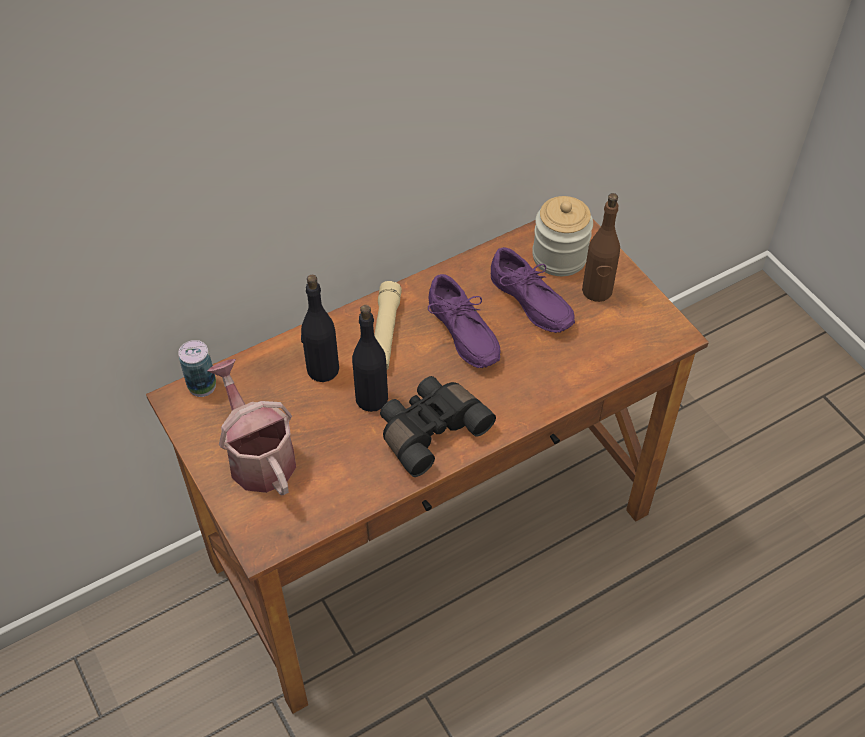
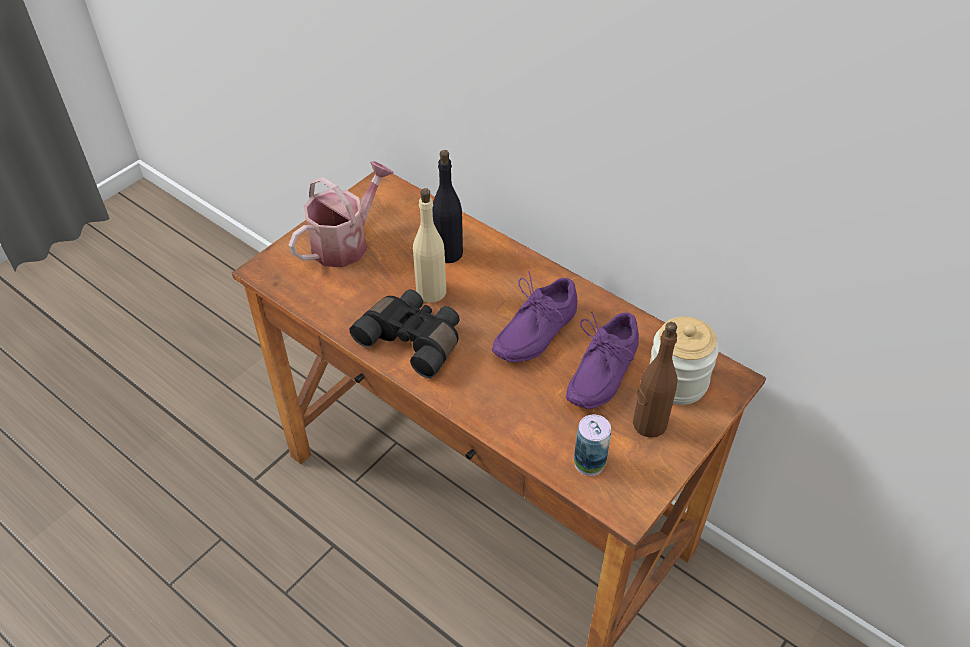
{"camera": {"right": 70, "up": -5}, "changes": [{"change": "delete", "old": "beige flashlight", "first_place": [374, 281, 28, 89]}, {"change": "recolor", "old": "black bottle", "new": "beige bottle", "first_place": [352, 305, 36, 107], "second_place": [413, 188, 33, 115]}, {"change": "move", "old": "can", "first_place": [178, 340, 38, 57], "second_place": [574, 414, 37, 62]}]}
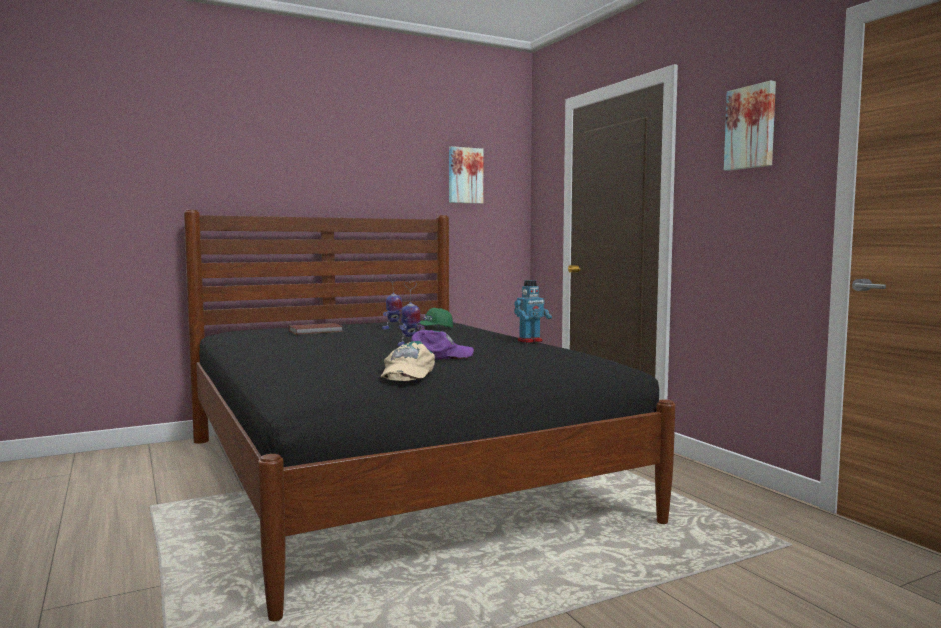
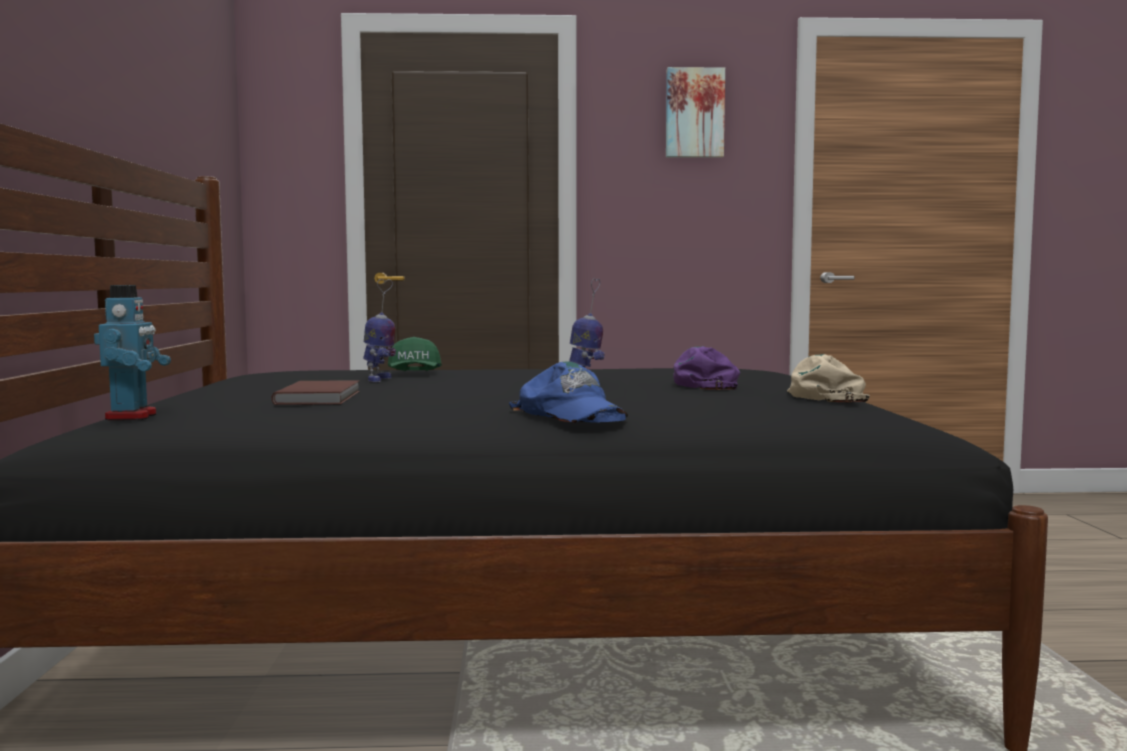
{"camera": {"right": -65, "up": 0}, "changes": [{"change": "delete", "old": "picture", "first_place": [449, 146, 35, 58]}, {"change": "move", "old": "toy robot", "first_place": [514, 280, 38, 63], "second_place": [94, 285, 77, 135]}, {"change": "rotate", "old": "beige cap", "first_place": [380, 341, 55, 40], "second_place": [787, 354, 83, 48], "degrees": -120}, {"change": "insert", "new": "blue cap", "second_place": [509, 362, 119, 60]}]}
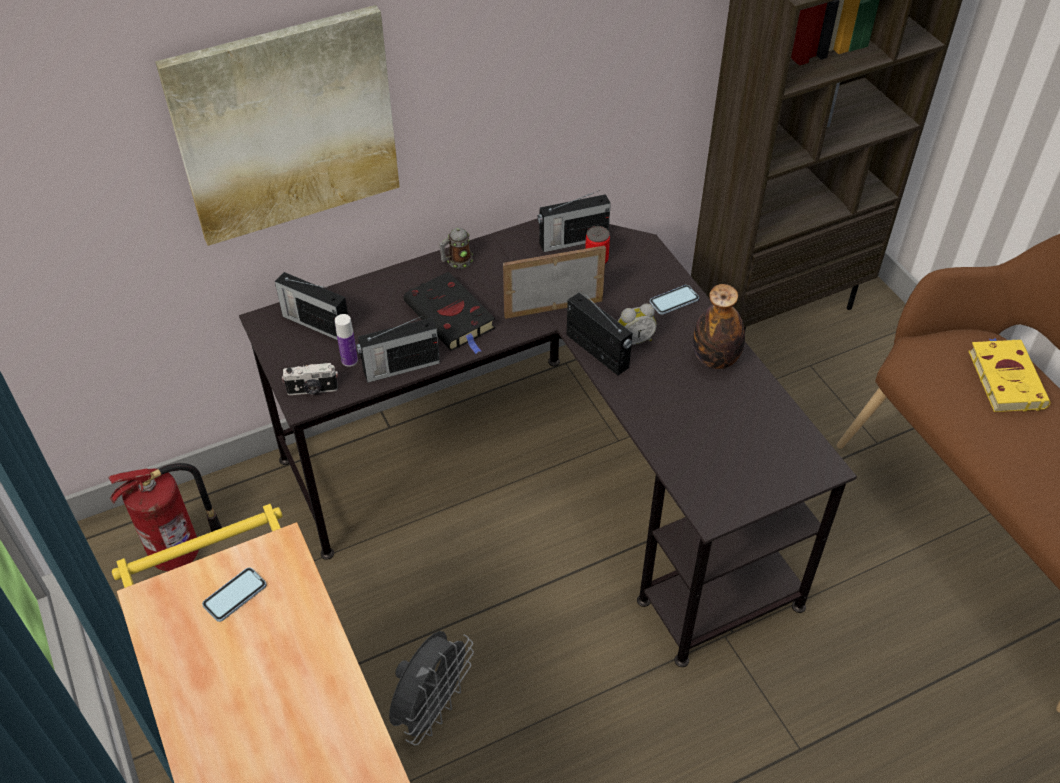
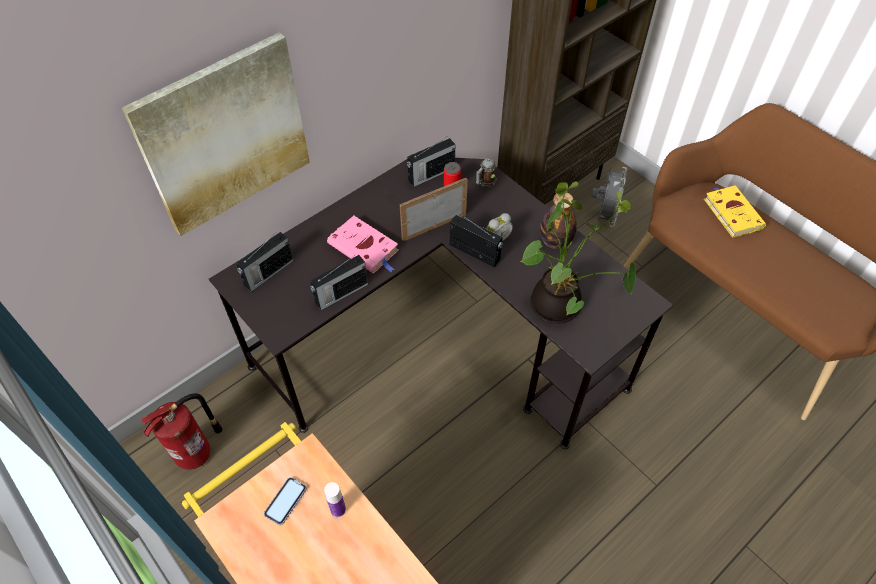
{"camera": {"right": -15, "up": 5}, "changes": [{"change": "move", "old": "mug", "first_place": [439, 227, 34, 42], "second_place": [476, 158, 21, 29]}, {"change": "rotate", "old": "radio", "first_place": [275, 272, 73, 68], "second_place": [236, 232, 57, 60], "degrees": -60}, {"change": "recolor", "old": "black book", "new": "pink book", "first_place": [404, 272, 91, 82], "second_place": [327, 215, 72, 59]}, {"change": "delete", "old": "phone", "first_place": [650, 285, 49, 30]}, {"change": "move", "old": "bottle", "first_place": [335, 314, 23, 53], "second_place": [324, 482, 22, 35]}, {"change": "delete", "old": "photo camera", "first_place": [282, 363, 56, 32]}, {"change": "move", "old": "grey fan", "first_place": [389, 631, 85, 115], "second_place": [591, 167, 36, 60]}, {"change": "insert", "new": "potted plant", "second_place": [521, 182, 115, 142]}]}
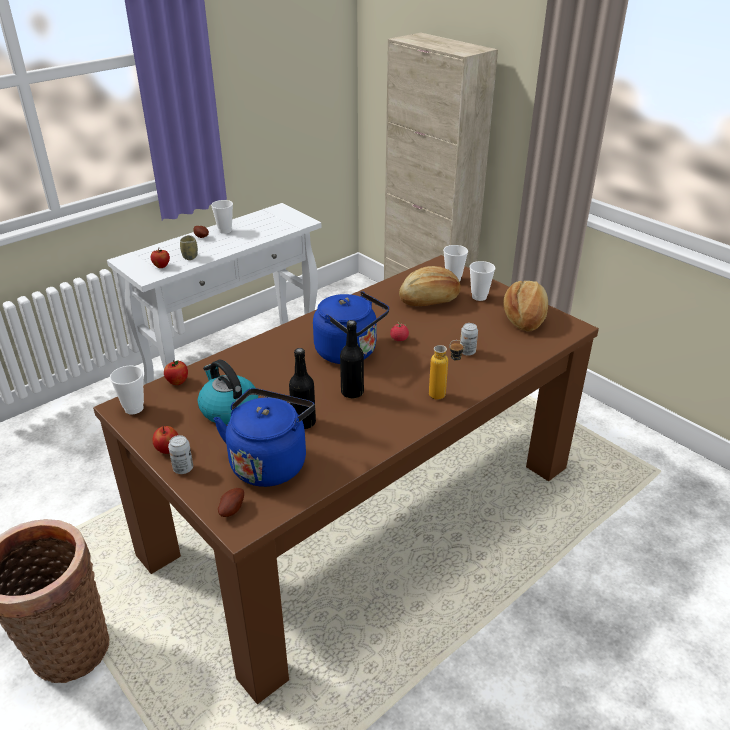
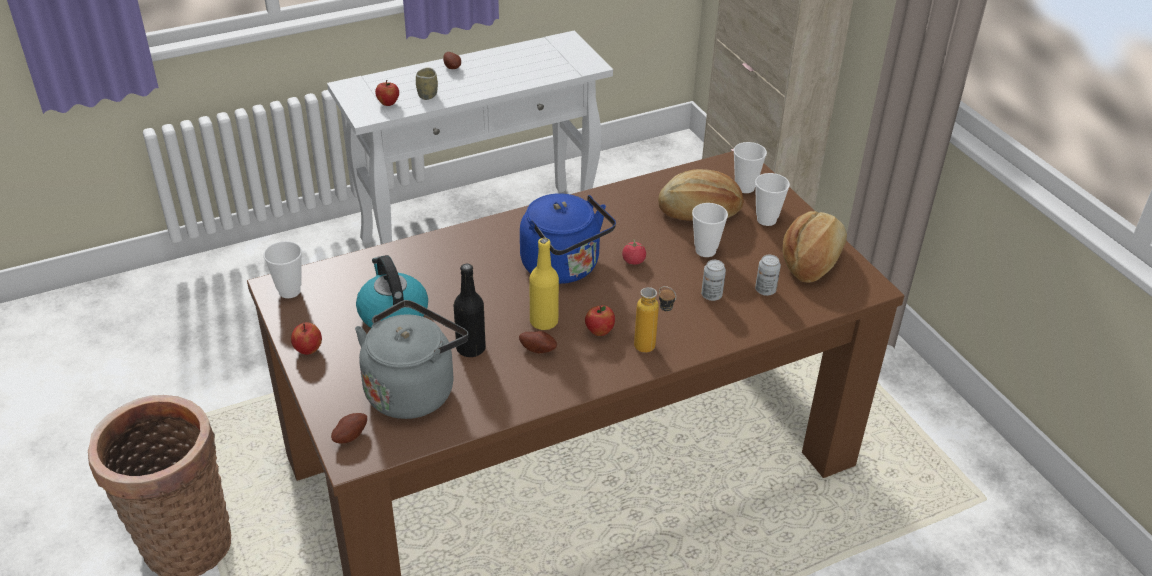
{"camera": {"right": 15, "up": 5}, "changes": [{"change": "move", "old": "cup", "first_place": [211, 200, 22, 34], "second_place": [692, 203, 36, 54]}, {"change": "recolor", "old": "black bottle", "new": "yellow bottle", "first_place": [340, 320, 24, 79], "second_place": [529, 238, 30, 92]}, {"change": "move", "old": "apple", "first_place": [164, 360, 24, 25], "second_place": [585, 305, 30, 31]}, {"change": "recolor", "old": "blue kettle", "new": "grey kettle", "first_place": [214, 388, 101, 99], "second_place": [355, 300, 113, 119]}, {"change": "move", "old": "can", "first_place": [168, 435, 25, 39], "second_place": [755, 255, 26, 41]}, {"change": "insert", "new": "potato", "second_place": [519, 331, 38, 23]}]}
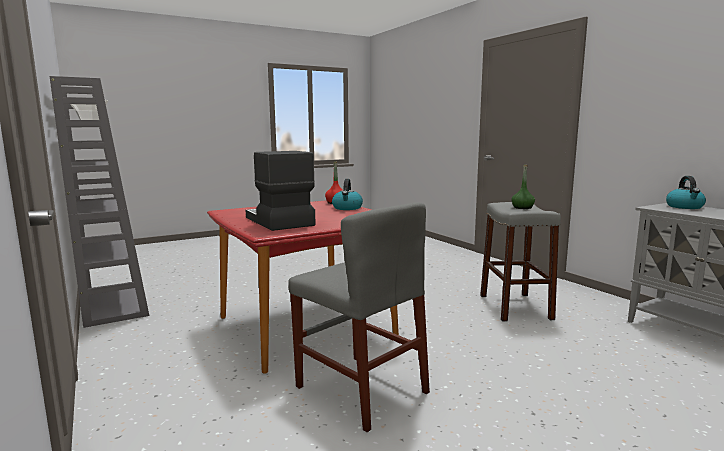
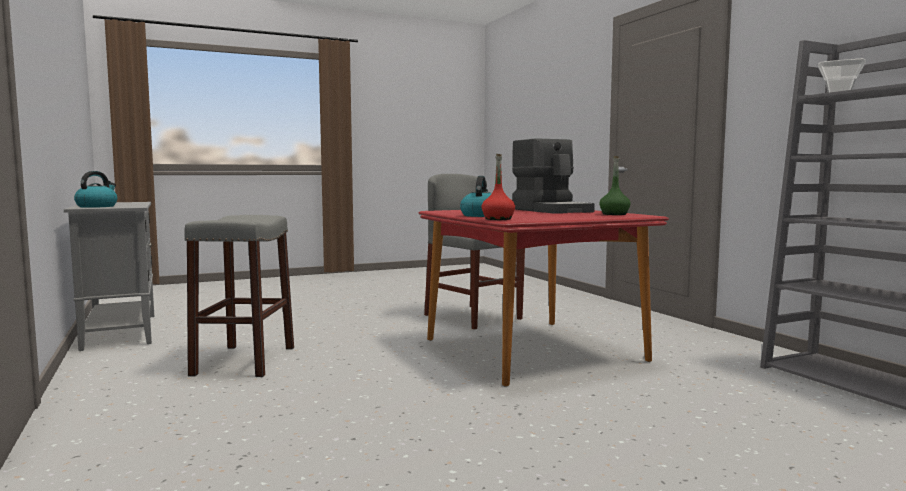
{"camera": {"right": -175, "up": -5}, "changes": [{"change": "move", "old": "green bottle", "first_place": [511, 165, 24, 44], "second_place": [599, 156, 32, 59]}]}
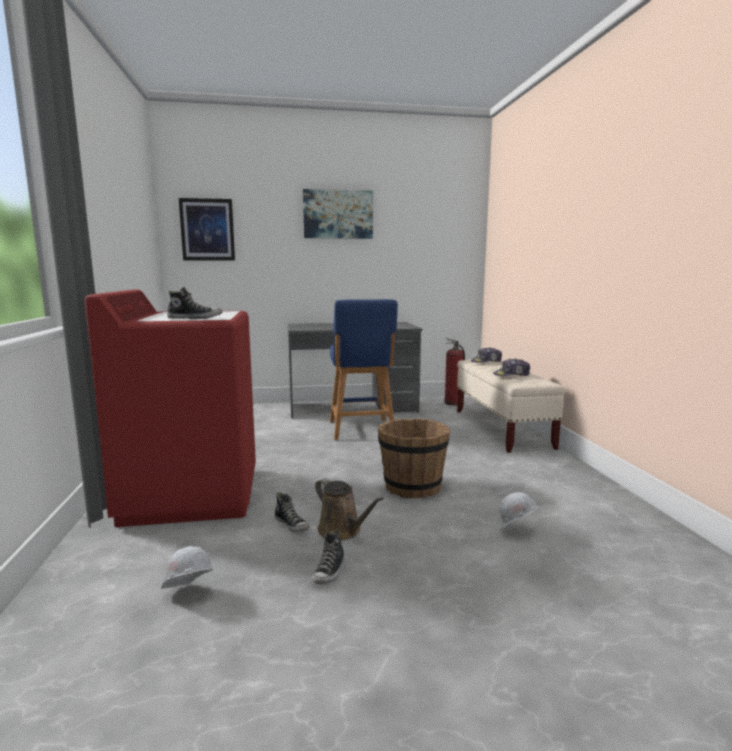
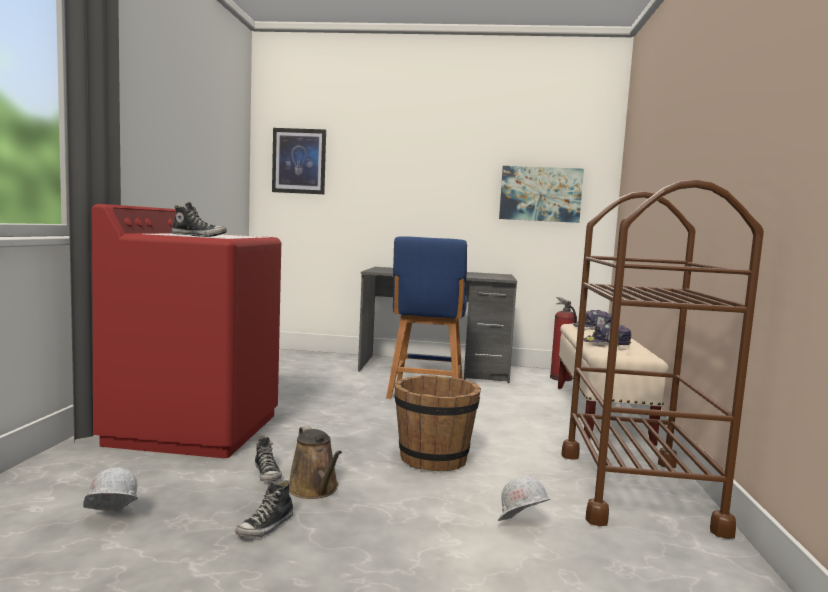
{"camera": {"right": 15, "up": -5}, "changes": [{"change": "move", "old": "picture", "first_place": [303, 189, 70, 50], "second_place": [499, 166, 85, 57]}, {"change": "insert", "new": "brown cart", "second_place": [561, 179, 203, 360]}]}
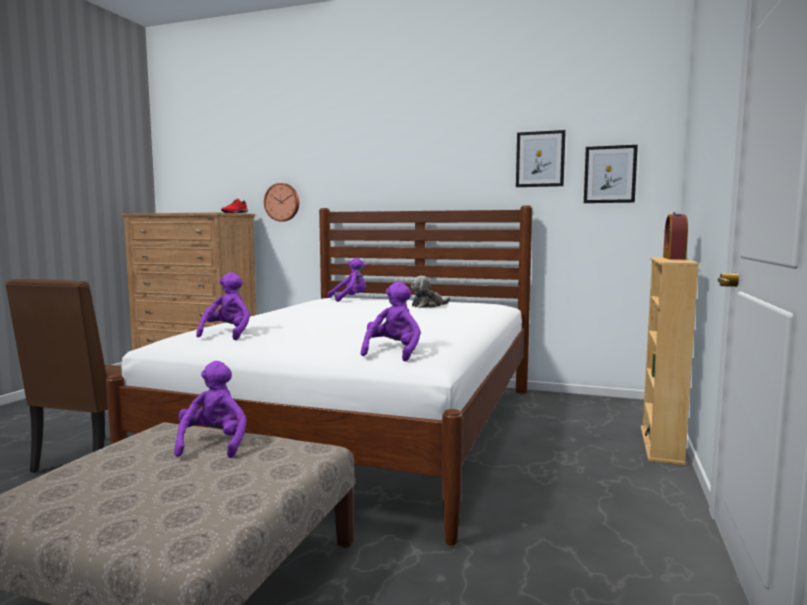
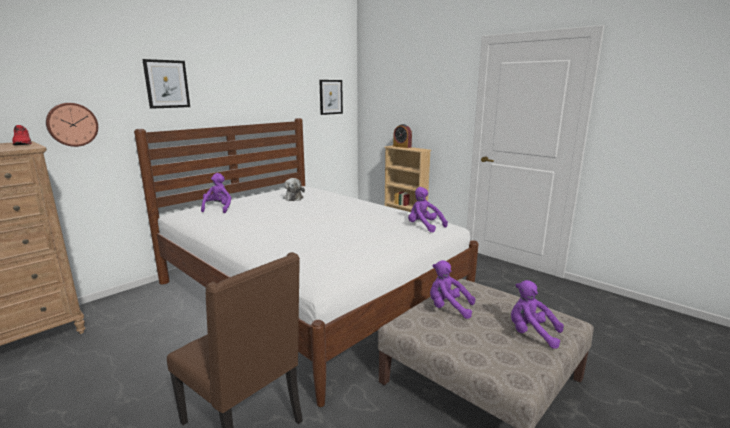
{"camera": {"right": -65, "up": 10}, "changes": [{"change": "move", "old": "picture", "first_place": [516, 130, 50, 57], "second_place": [142, 59, 48, 50]}, {"change": "move", "old": "purple plush toy", "first_place": [196, 272, 54, 68], "second_place": [511, 280, 53, 69]}]}
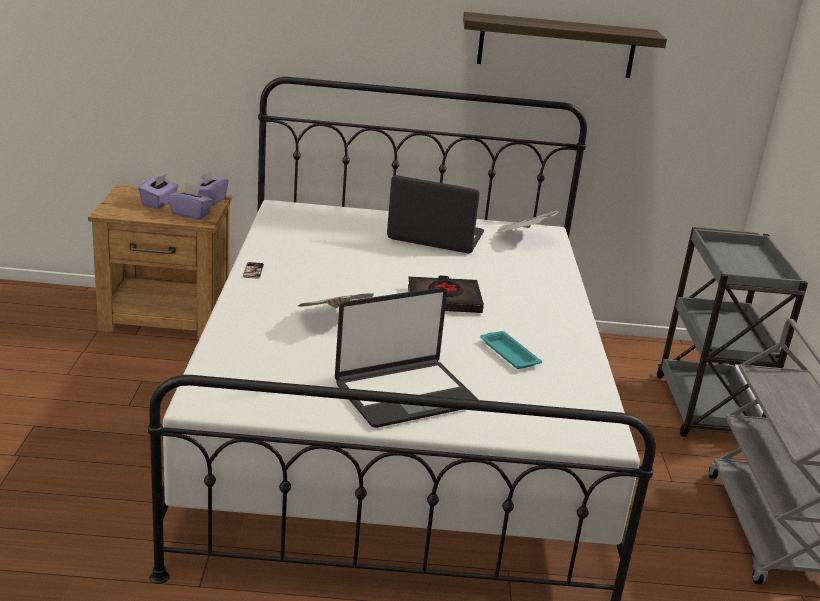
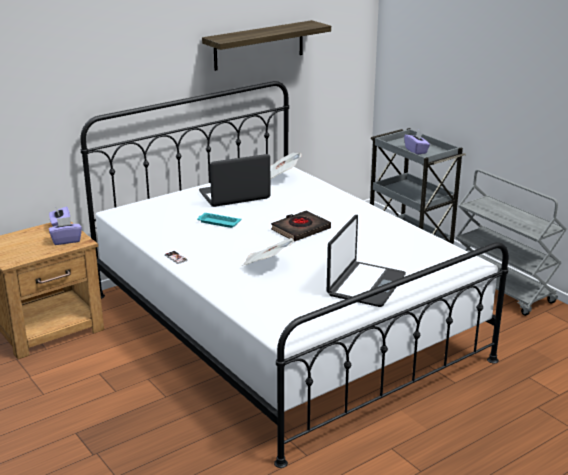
{"camera": {"right": -35, "up": 0}, "changes": [{"change": "move", "old": "purple tissue box", "first_place": [138, 174, 40, 35], "second_place": [404, 130, 26, 24]}, {"change": "move", "old": "turquoise tray", "first_place": [480, 331, 62, 38], "second_place": [197, 213, 44, 15]}]}
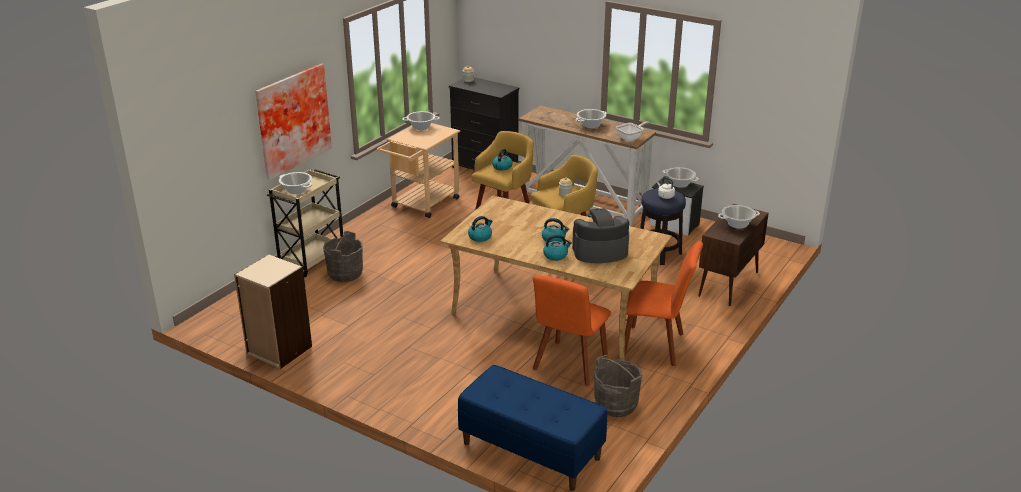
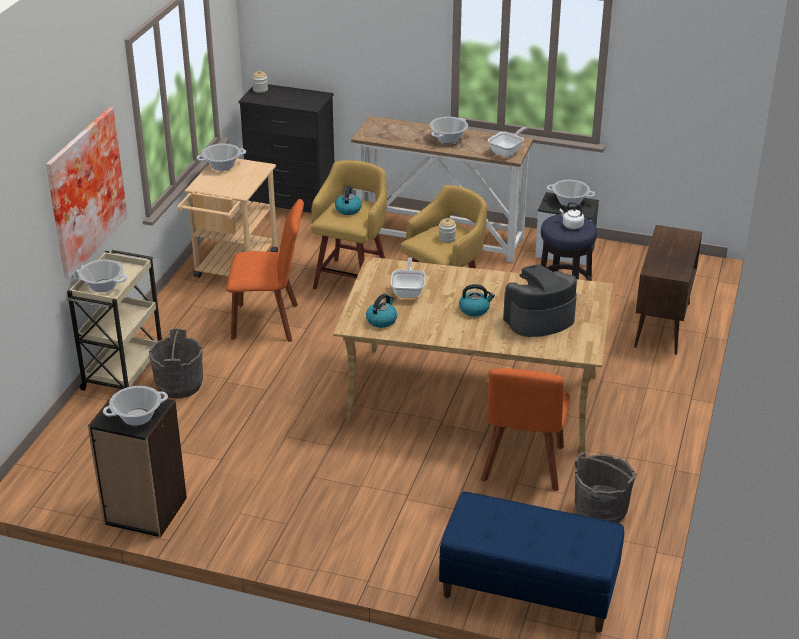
{"camera": {"right": -15, "up": 5}, "changes": [{"change": "move", "old": "cooking pot", "first_place": [718, 205, 42, 24], "second_place": [103, 386, 65, 39]}, {"change": "delete", "old": "kettle", "first_place": [543, 235, 29, 26]}, {"change": "move", "old": "orange chair", "first_place": [625, 241, 78, 125], "second_place": [226, 199, 78, 143]}, {"change": "recolor", "old": "beige bookcase", "new": "black bookcase", "first_place": [234, 254, 78, 115], "second_place": [88, 389, 99, 149]}, {"change": "insert", "new": "frying pan", "second_place": [391, 257, 34, 41]}]}
